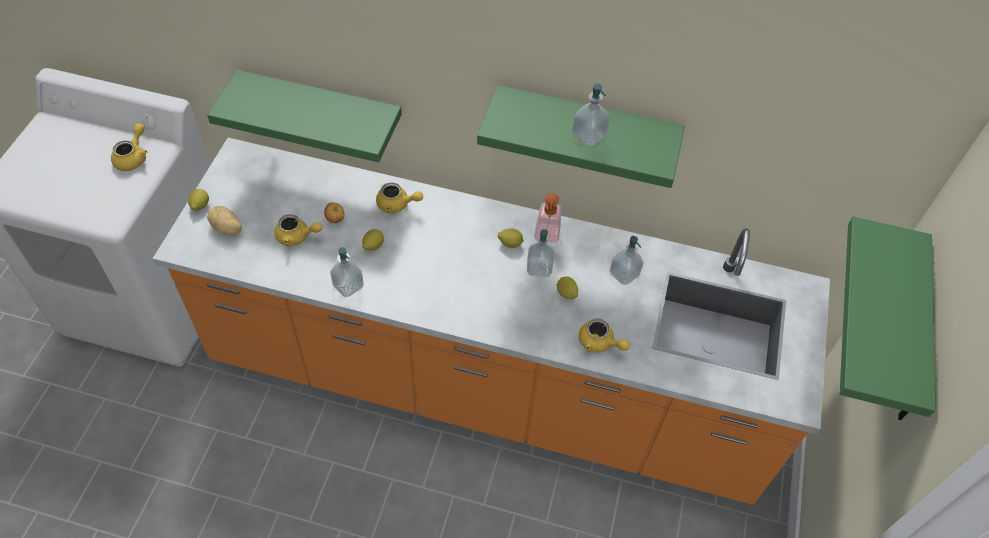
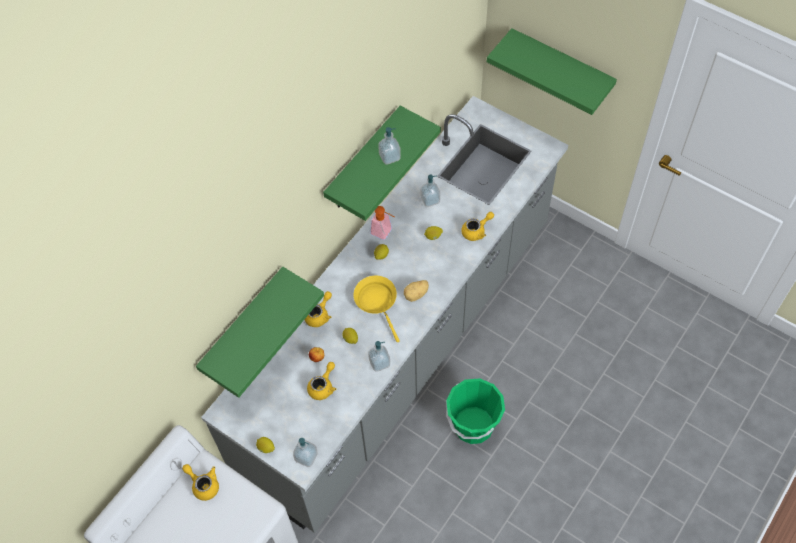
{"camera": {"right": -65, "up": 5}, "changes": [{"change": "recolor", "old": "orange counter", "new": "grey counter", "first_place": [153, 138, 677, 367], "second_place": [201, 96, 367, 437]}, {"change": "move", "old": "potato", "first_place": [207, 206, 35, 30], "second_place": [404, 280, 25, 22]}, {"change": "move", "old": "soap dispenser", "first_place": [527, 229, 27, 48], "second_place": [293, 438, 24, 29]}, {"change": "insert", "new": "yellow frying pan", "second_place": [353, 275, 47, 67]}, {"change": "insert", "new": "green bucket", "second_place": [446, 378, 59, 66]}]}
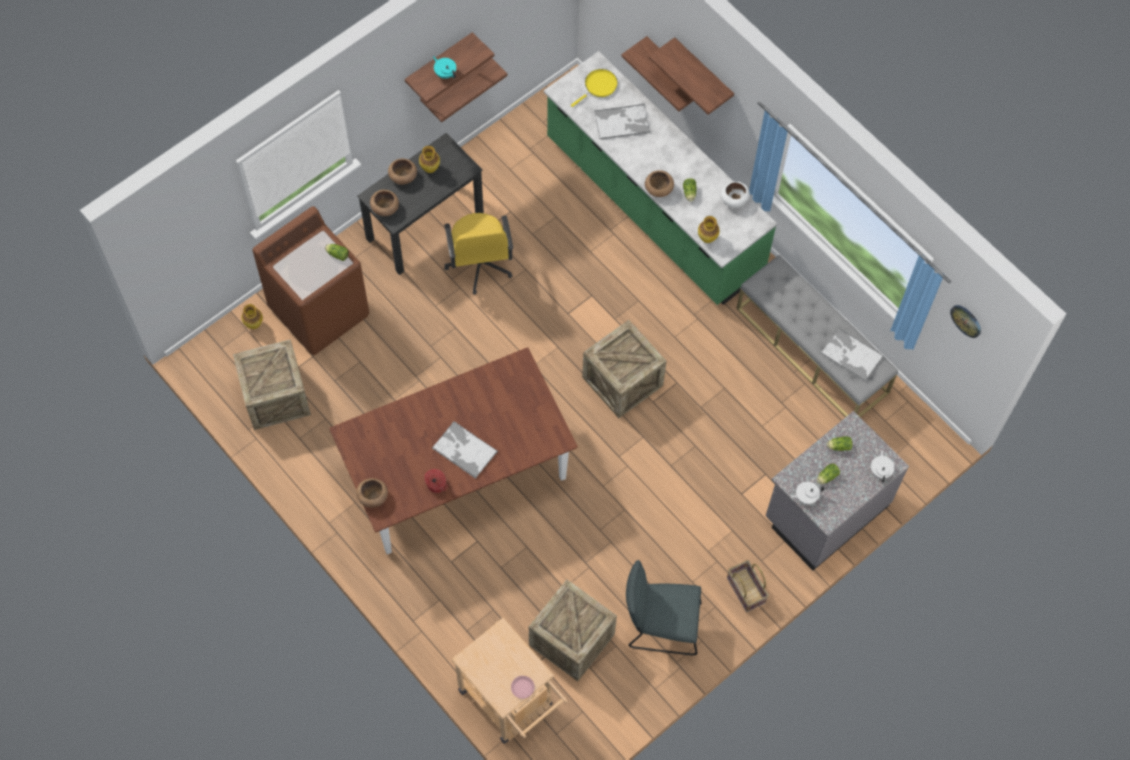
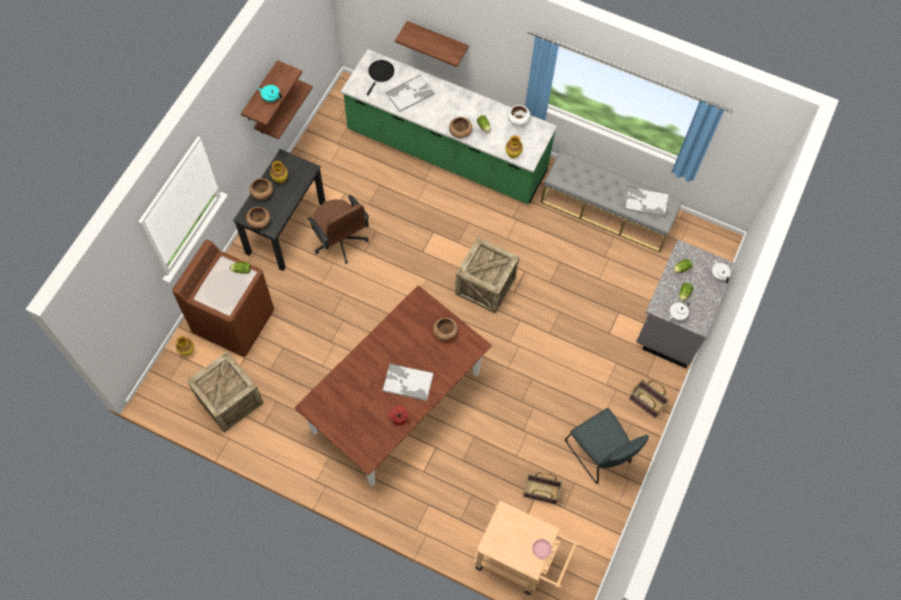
{"camera": {"right": -25, "up": 0}, "changes": [{"change": "delete", "old": "shelf", "first_place": [649, 37, 85, 78]}, {"change": "recolor", "old": "yellow frying pan", "new": "black frying pan", "first_place": [571, 69, 47, 38], "second_place": [367, 60, 27, 36]}, {"change": "recolor", "old": "yellow office chair", "new": "brown office chair", "first_place": [444, 213, 69, 82], "second_place": [307, 195, 62, 69]}, {"change": "delete", "old": "wall clock", "first_place": [950, 305, 31, 33]}, {"change": "move", "old": "brown bowl", "first_place": [356, 478, 32, 30], "second_place": [433, 317, 25, 24]}, {"change": "rotate", "old": "grey chair", "first_place": [626, 560, 76, 95], "second_place": [565, 408, 84, 76], "degrees": -105}, {"change": "replace", "old": "crate", "new": "basket", "first_place": [529, 579, 88, 102], "second_place": [523, 472, 39, 33]}]}
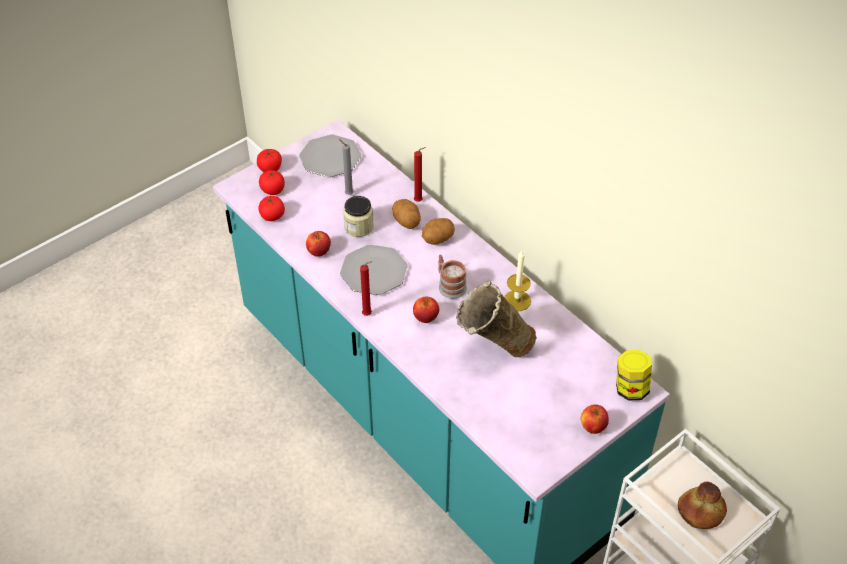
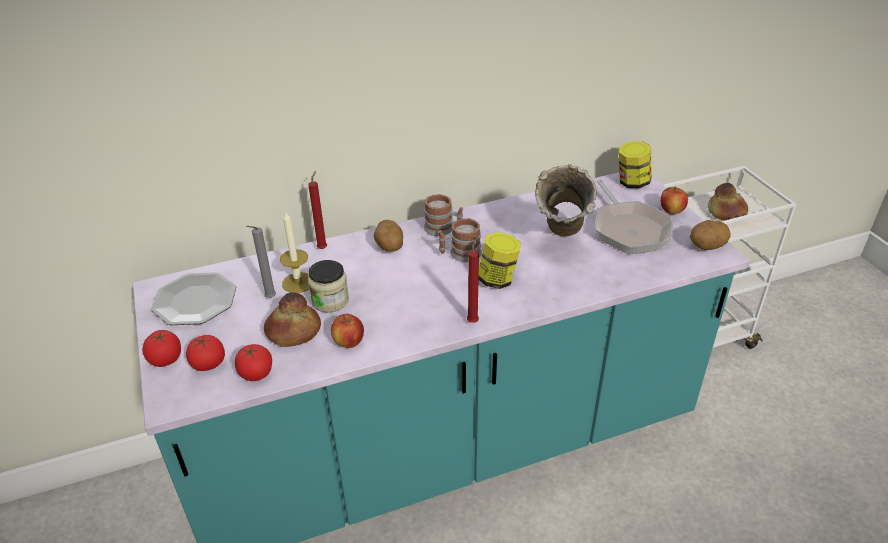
{"camera": {"right": -70, "up": -10}, "changes": [{"change": "move", "old": "potato", "first_place": [392, 199, 29, 30], "second_place": [690, 220, 40, 30]}, {"change": "delete", "old": "plate", "first_place": [340, 245, 68, 50]}, {"change": "move", "old": "candle", "first_place": [504, 251, 27, 60], "second_place": [280, 210, 30, 83]}, {"change": "replace", "old": "apple", "new": "jar", "first_place": [413, 297, 26, 26], "second_place": [478, 232, 43, 57]}, {"change": "insert", "new": "frying pan", "second_place": [595, 179, 78, 75]}, {"change": "insert", "new": "mug", "second_place": [424, 194, 39, 42]}, {"change": "insert", "new": "bread", "second_place": [264, 292, 57, 55]}]}
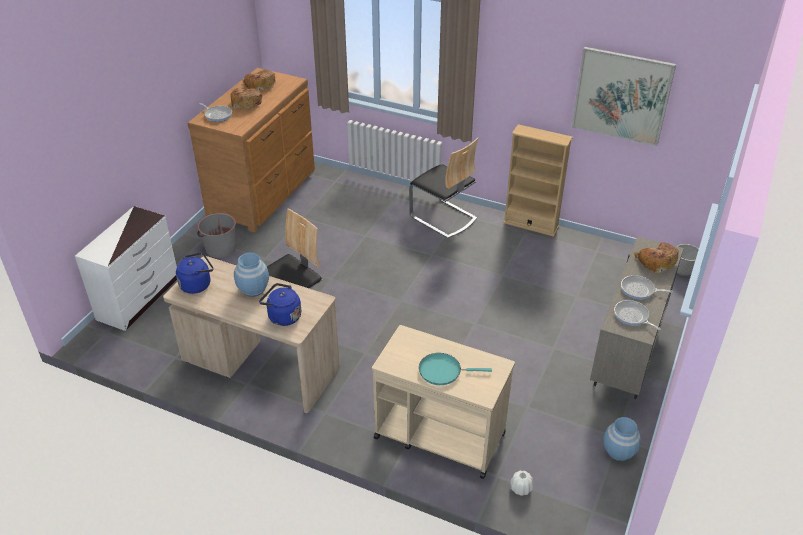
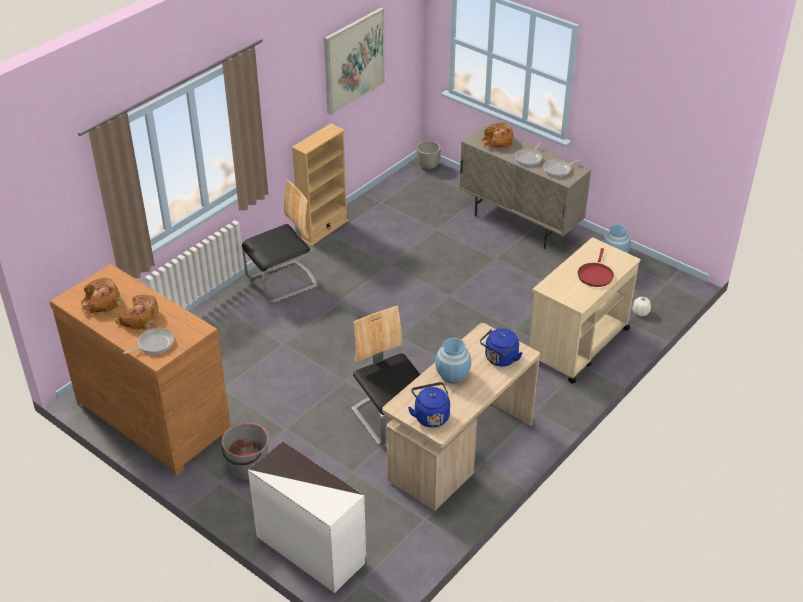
{"camera": {"right": -75, "up": 0}, "changes": [{"change": "recolor", "old": "turquoise frying pan", "new": "red frying pan", "first_place": [419, 353, 73, 32], "second_place": [578, 248, 36, 39]}]}
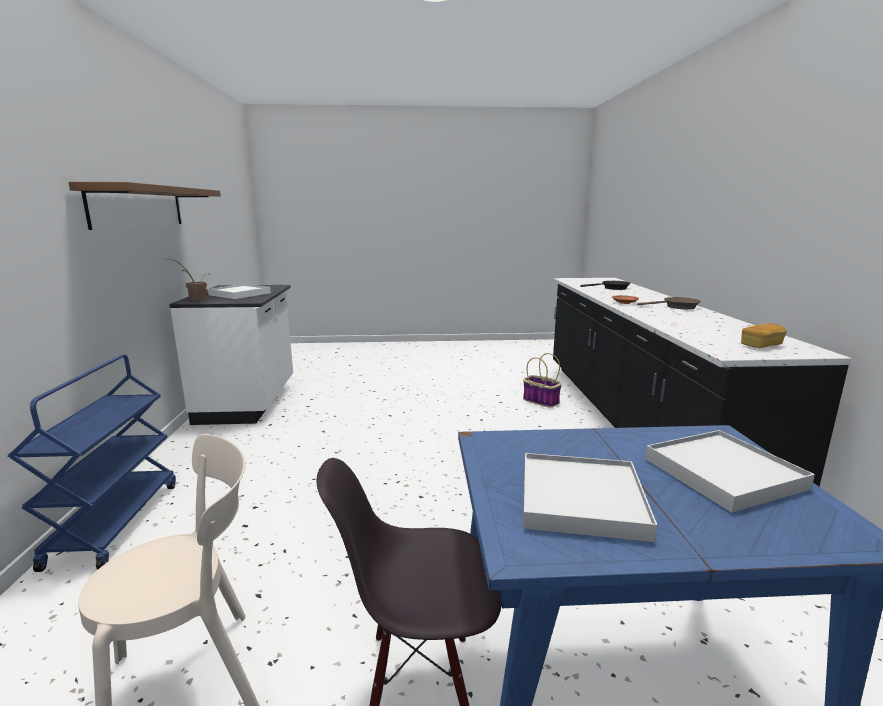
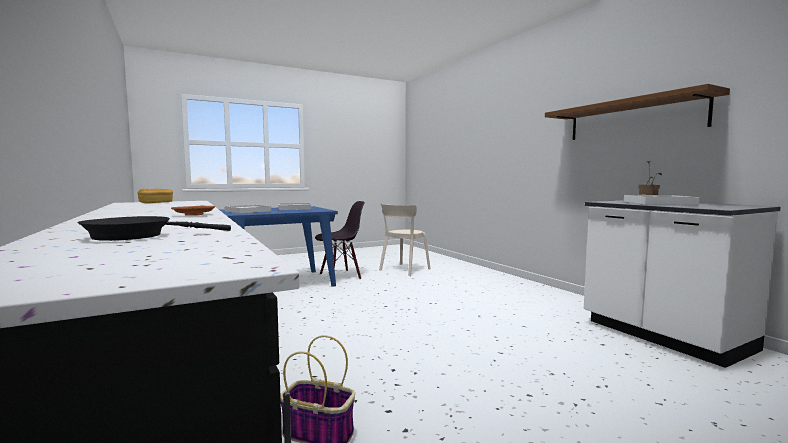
{"camera": {"right": 155, "up": -10}, "changes": [{"change": "delete", "old": "brown frying pan", "first_place": [637, 297, 64, 12]}, {"change": "delete", "old": "blue cart", "first_place": [8, 355, 168, 217]}]}
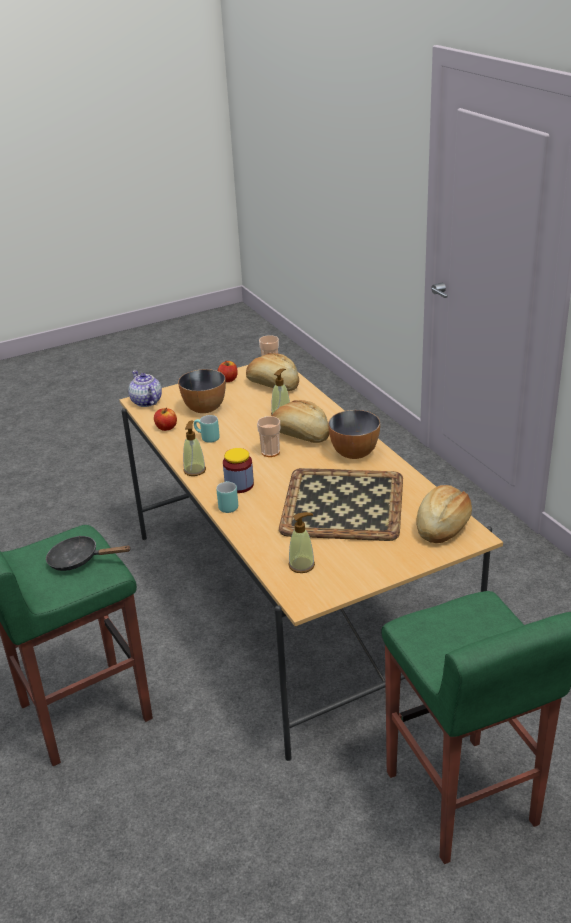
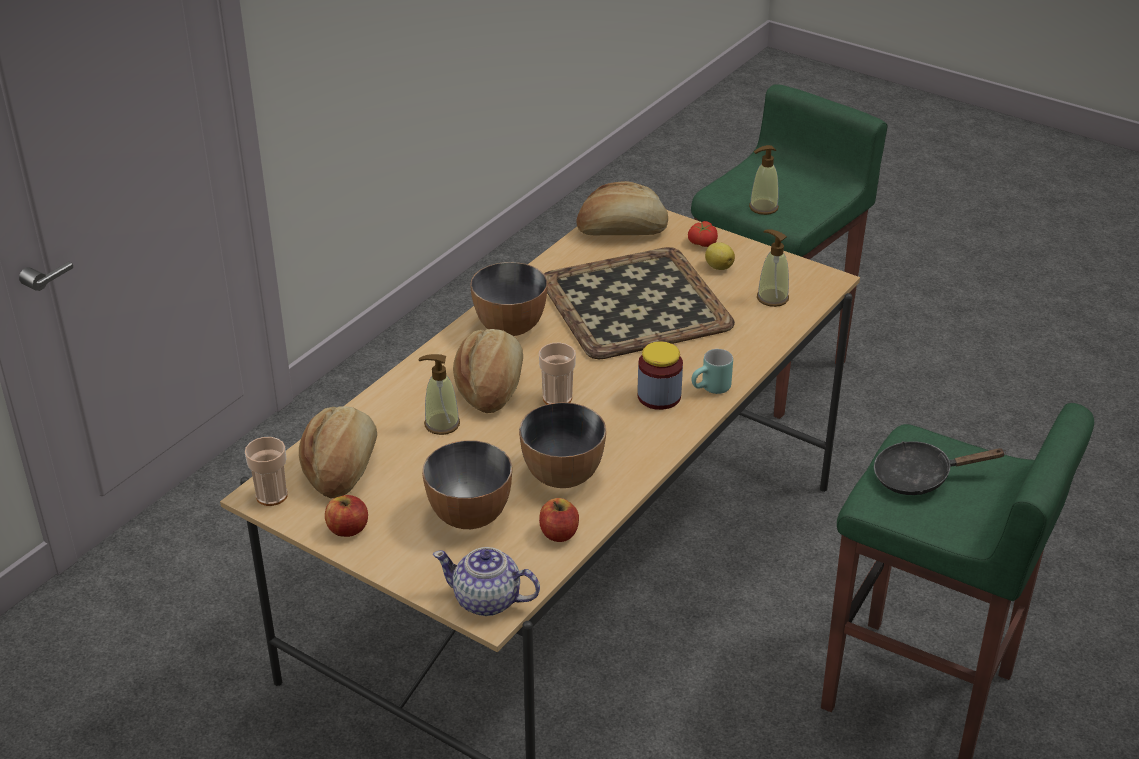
{"camera": {"right": -120, "up": 5}, "changes": [{"change": "rotate", "old": "teapot", "first_place": [128, 370, 34, 37], "second_place": [433, 547, 107, 69], "degrees": 75}, {"change": "replace", "old": "turquoise mug", "new": "bowl", "first_place": [194, 415, 26, 28], "second_place": [519, 402, 87, 86]}, {"change": "move", "old": "soap dispenser", "first_place": [183, 421, 23, 55], "second_place": [749, 145, 30, 70]}, {"change": "rotate", "old": "black frying pan", "first_place": [46, 536, 85, 35], "second_place": [874, 441, 132, 54], "degrees": 105}, {"change": "insert", "new": "tomato", "second_place": [688, 221, 30, 26]}, {"change": "insert", "new": "lemon", "second_place": [705, 242, 30, 28]}]}
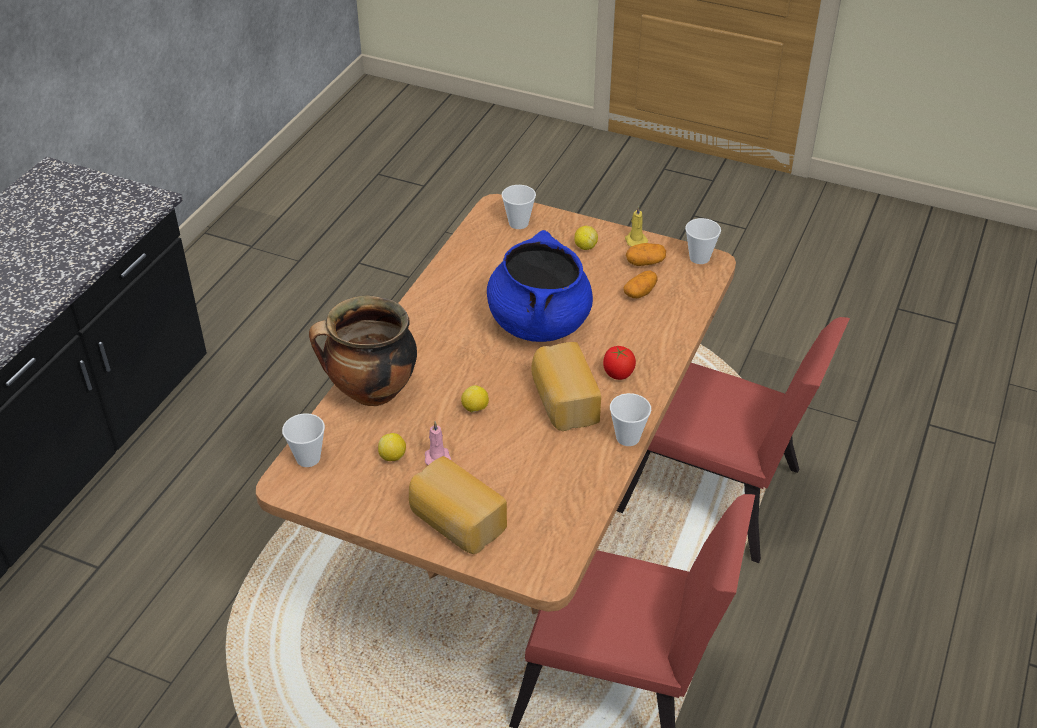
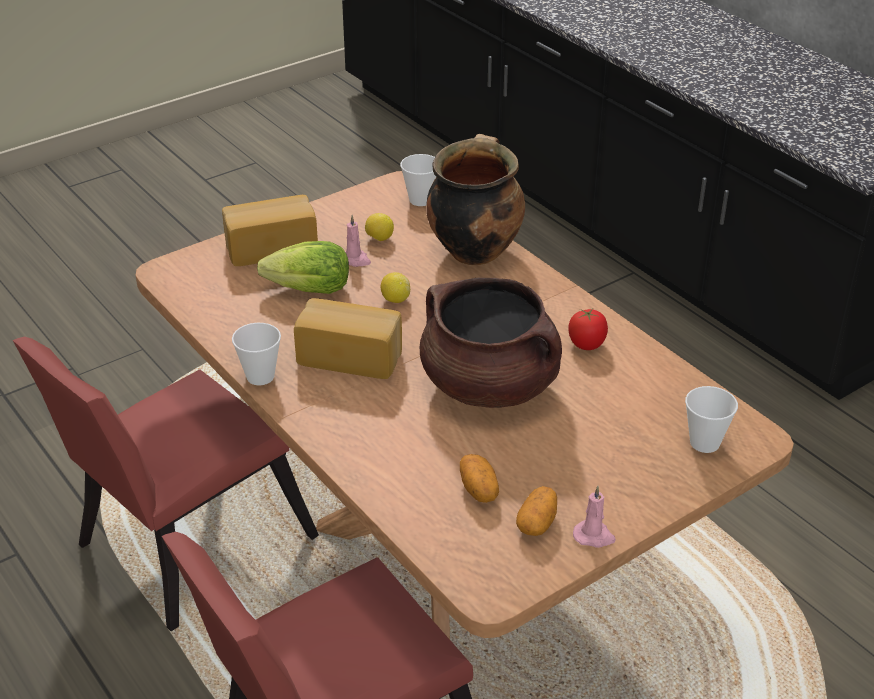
{"camera": {"right": 120, "up": -5}, "changes": [{"change": "recolor", "old": "yellow candle", "new": "pink candle", "first_place": [625, 206, 23, 41], "second_place": [573, 486, 43, 62]}, {"change": "delete", "old": "cup", "first_place": [685, 218, 36, 46]}, {"change": "delete", "old": "lemon", "first_place": [574, 226, 24, 24]}, {"change": "recolor", "old": "blue cooking pot", "new": "brown cooking pot", "first_place": [487, 230, 106, 112], "second_place": [420, 278, 142, 130]}, {"change": "move", "old": "tomato", "first_place": [603, 346, 33, 34], "second_place": [568, 309, 40, 41]}, {"change": "insert", "new": "lettuce", "second_place": [257, 241, 92, 53]}]}
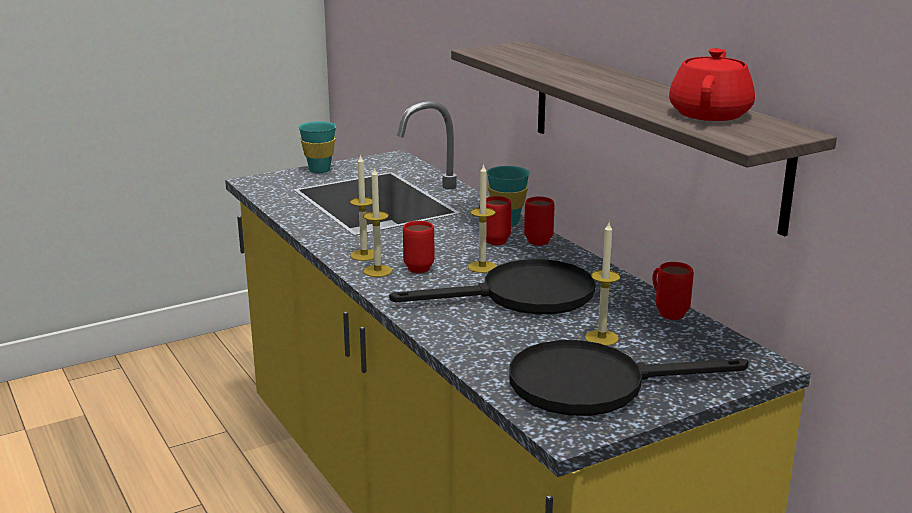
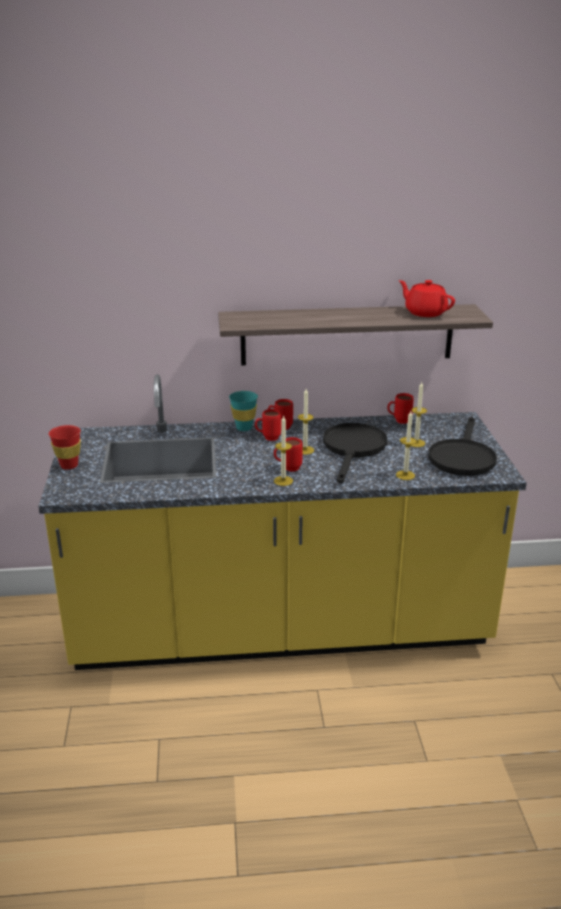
{"camera": {"right": -65, "up": 5}, "changes": [{"change": "recolor", "old": "turquoise cup", "new": "red cup", "first_place": [298, 121, 38, 52], "second_place": [49, 425, 32, 45]}, {"change": "move", "old": "candle", "first_place": [350, 154, 24, 107], "second_place": [396, 411, 21, 69]}]}
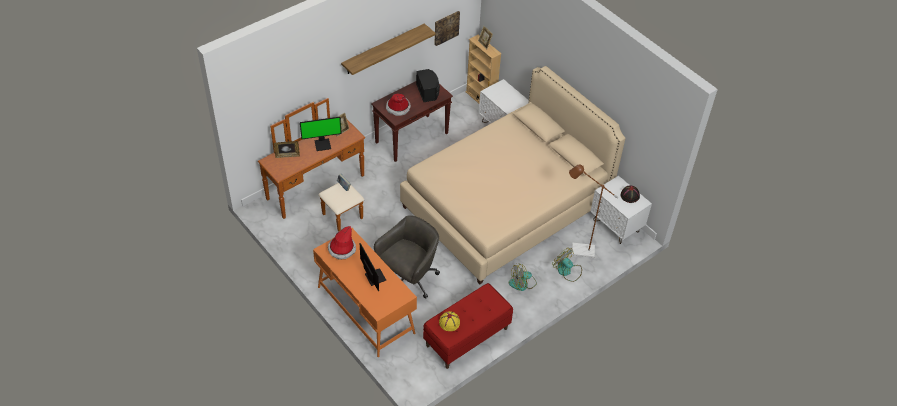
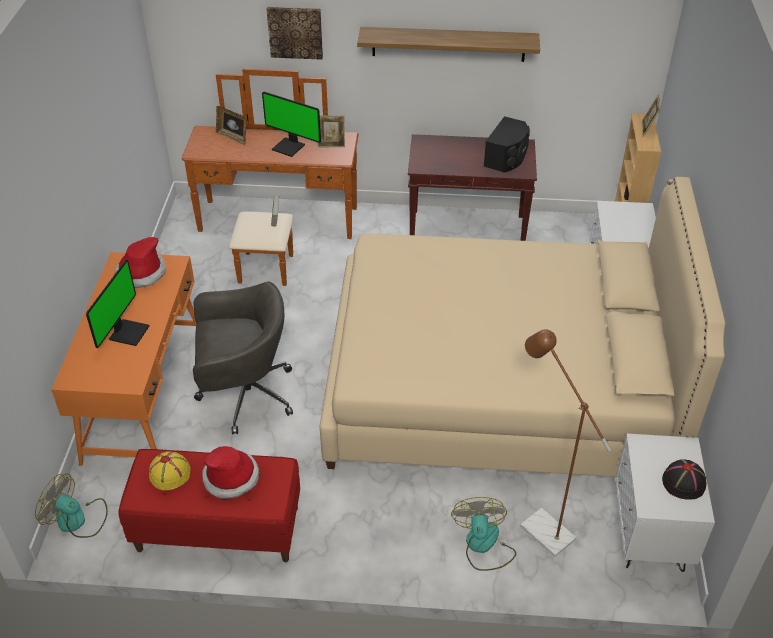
{"camera": {"right": 45, "up": -5}, "changes": [{"change": "move", "old": "picture", "first_place": [434, 11, 26, 35], "second_place": [267, 7, 56, 53]}, {"change": "move", "old": "hat", "first_place": [386, 93, 25, 23], "second_place": [202, 446, 57, 53]}, {"change": "move", "old": "fan", "first_place": [509, 263, 28, 28], "second_place": [35, 474, 73, 64]}]}
